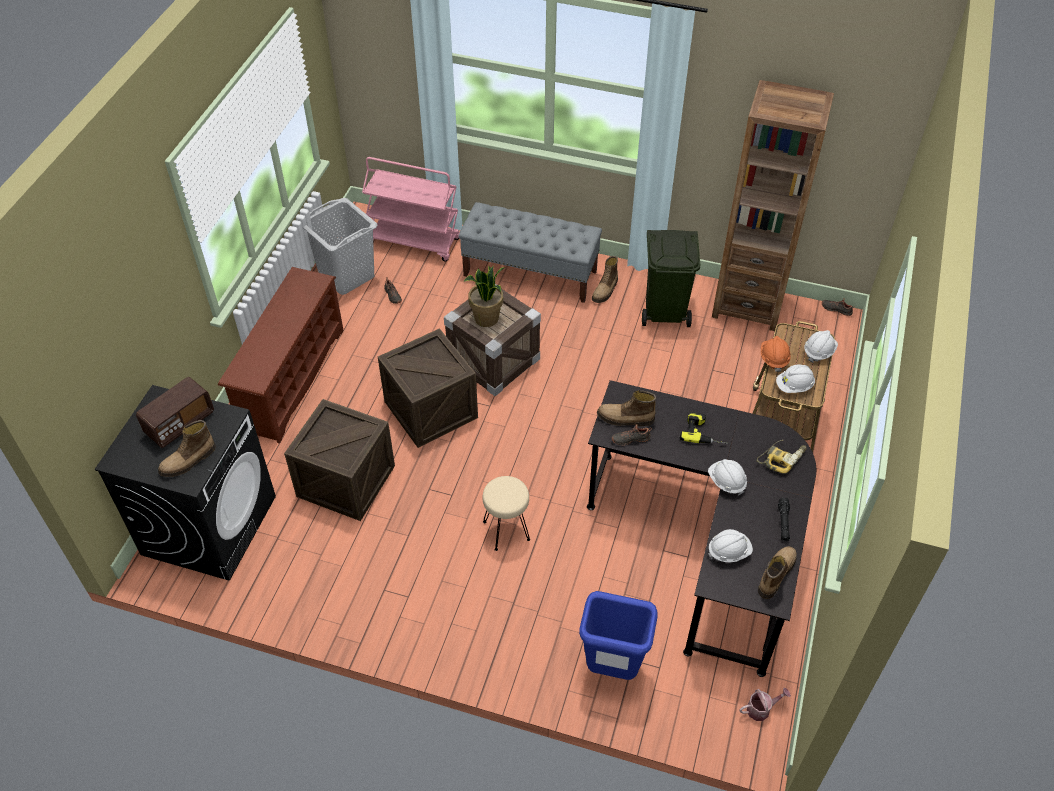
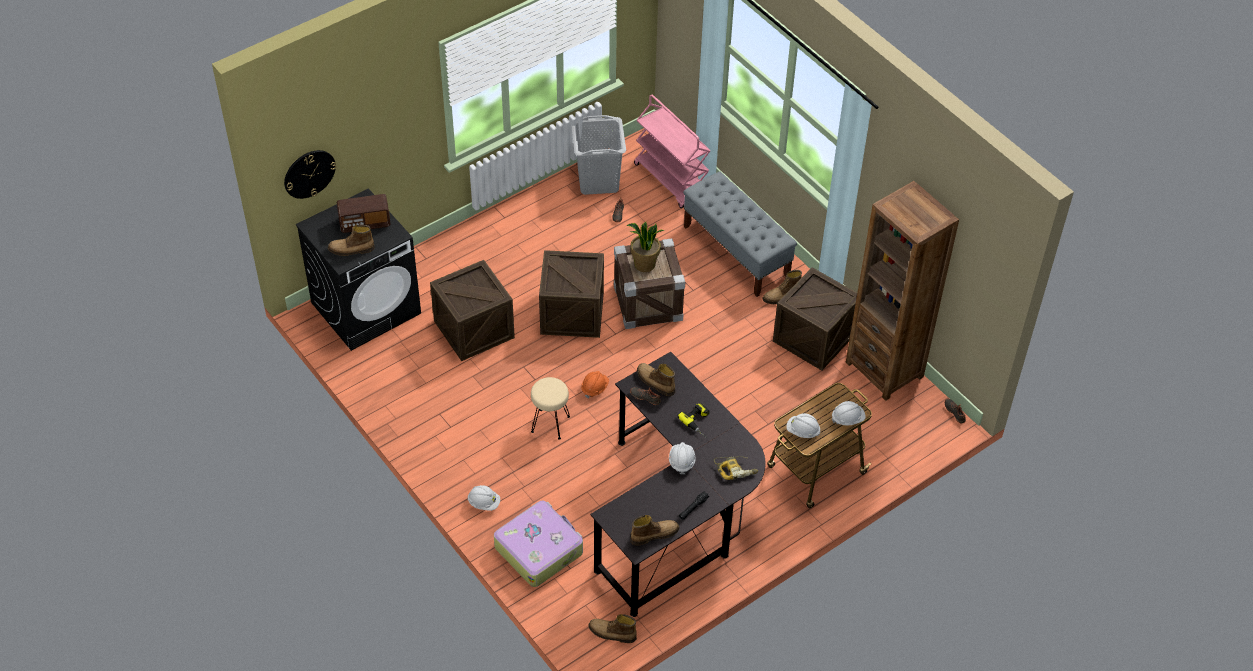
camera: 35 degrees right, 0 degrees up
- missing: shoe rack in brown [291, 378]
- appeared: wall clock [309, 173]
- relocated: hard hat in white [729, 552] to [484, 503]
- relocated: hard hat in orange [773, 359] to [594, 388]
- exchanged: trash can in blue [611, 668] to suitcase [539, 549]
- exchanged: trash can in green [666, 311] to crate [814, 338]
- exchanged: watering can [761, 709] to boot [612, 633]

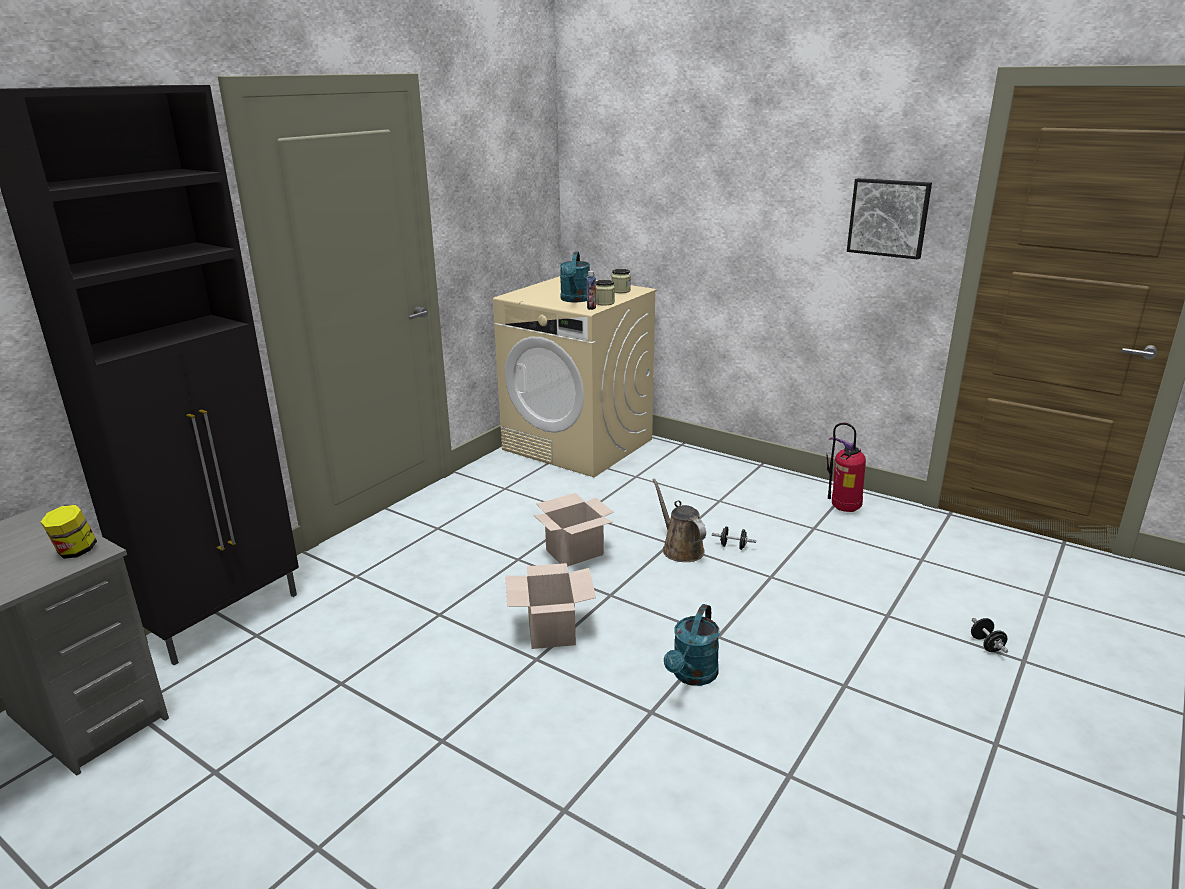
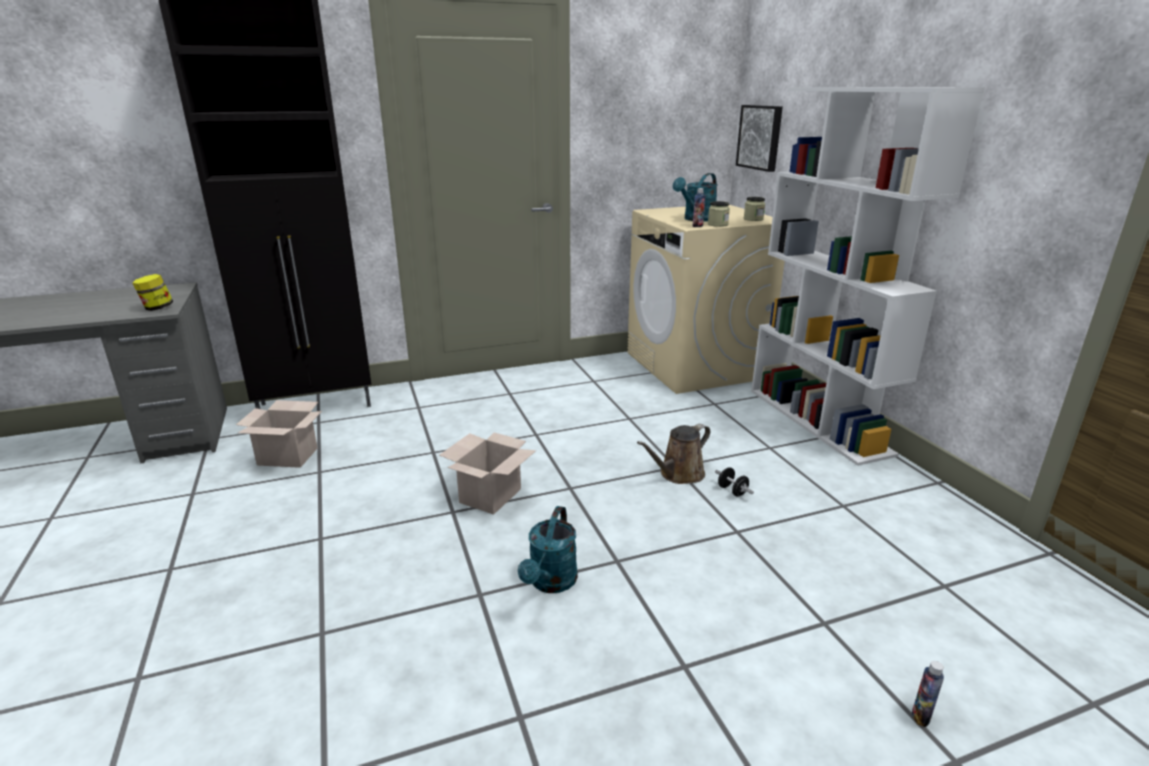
camera: 35 degrees right, 0 degrees up
- missing: fire extinguisher [843, 509]
- appeared: bookcase in white [819, 421]
- relocated: cardboard box [575, 551] to [289, 456]
- relocated: picture [889, 217] to [760, 137]
- exchanged: dumbbell in black [986, 645] to bottle [921, 716]
- spun: watering can in brown [680, 549] = [678, 474] 135 degrees counterclockwise
- spun: watering can in turquoise [692, 676] = [550, 583] 45 degrees counterclockwise

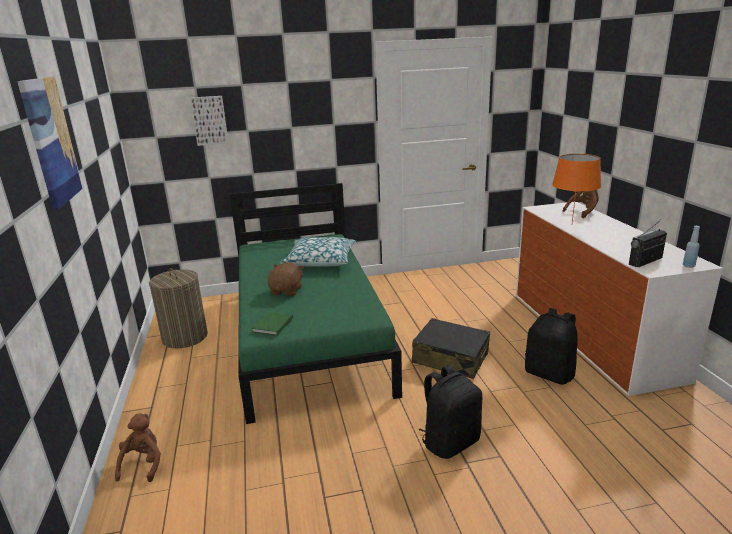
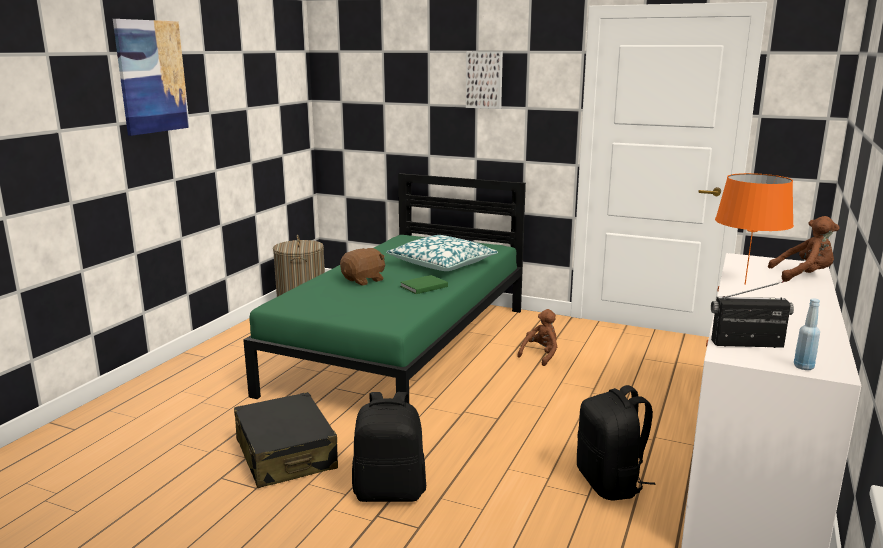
camera: 35 degrees right, 5 degrees down
- relocated: plush toy in brown [143, 464] to [540, 355]
- relocated: picture [209, 120] to [484, 80]
- relocated: book in green [271, 325] to [422, 286]
- relocated: suitcase in black [450, 358] to [286, 454]

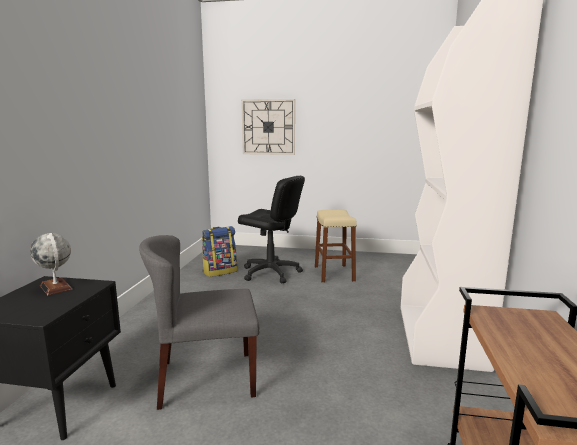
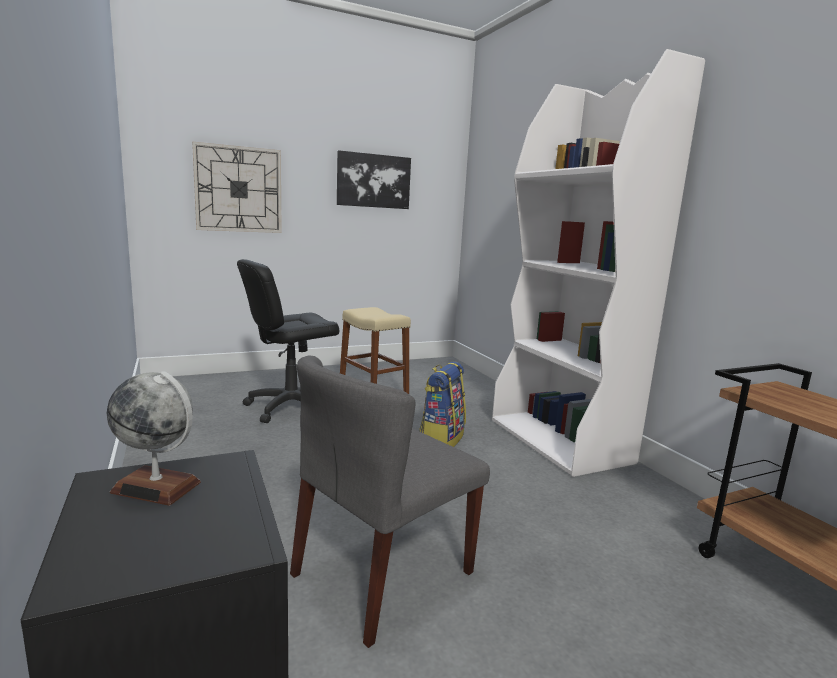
camera: 35 degrees left, 0 degrees up
- appeared: picture [373, 181]
- relocated: backpack [220, 271] to [441, 439]
- spun: office chair in black [271, 273] = [290, 407] 150 degrees clockwise

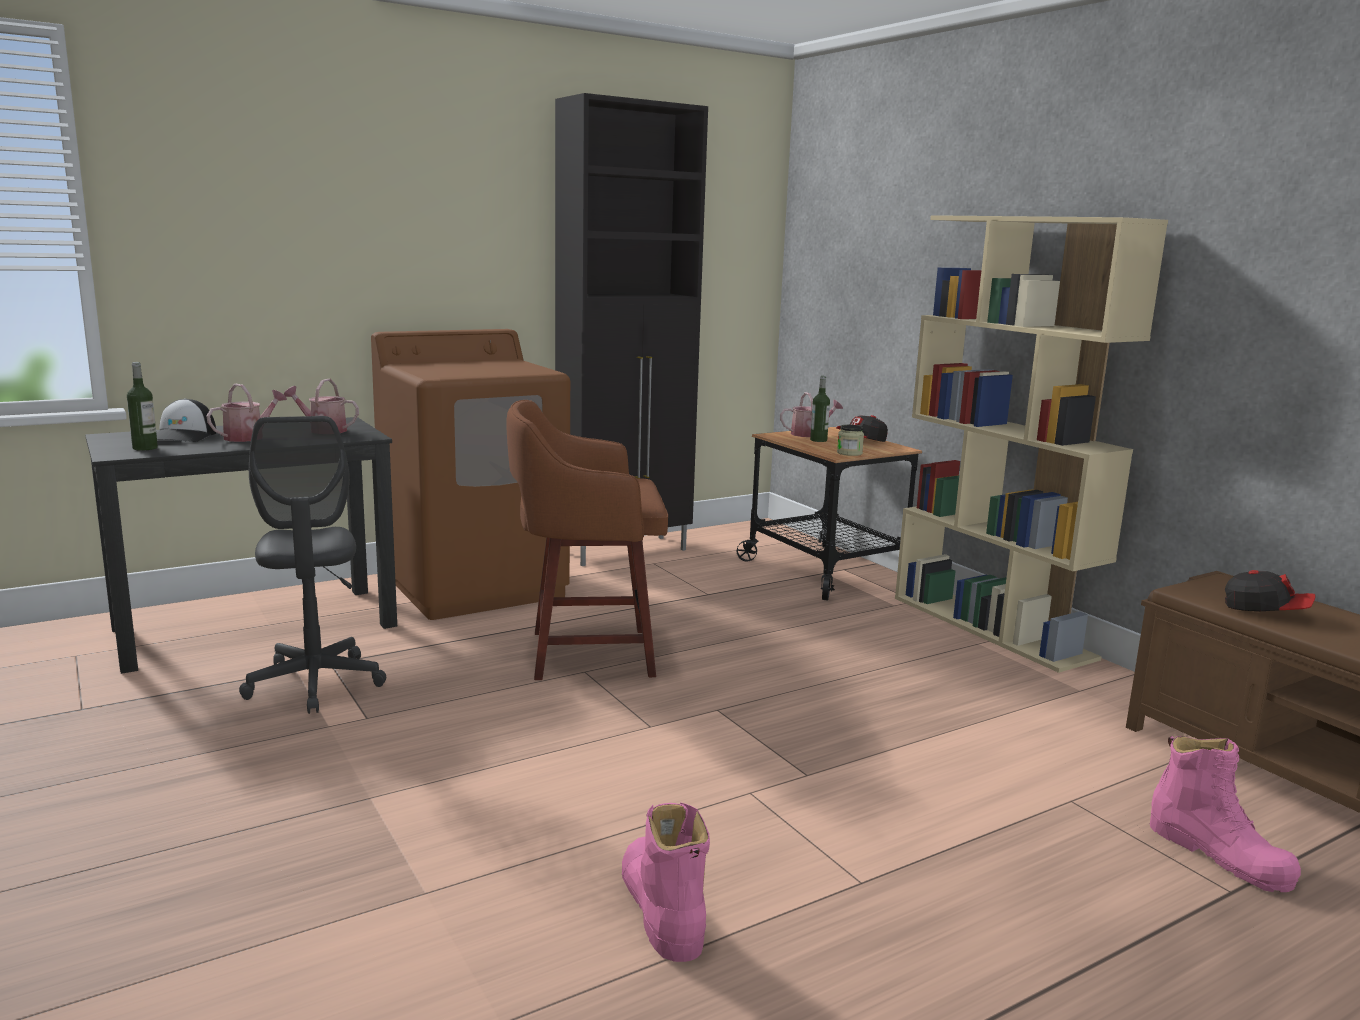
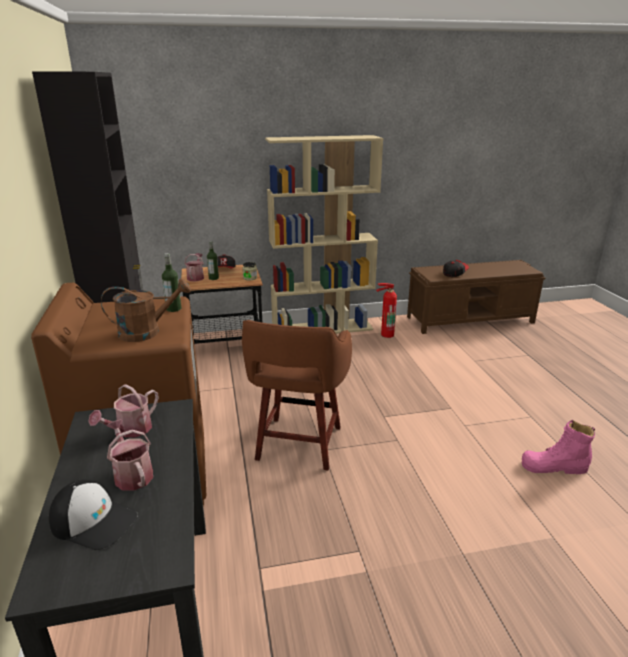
camera: 70 degrees left, 10 degrees up
- missing: office chair in grey [315, 684]
- missing: boot in pink [1219, 854]
- appeared: watering can in brown [147, 332]
- appeared: fire extinguisher [386, 334]
- relocated: bottle [145, 448] to [173, 309]

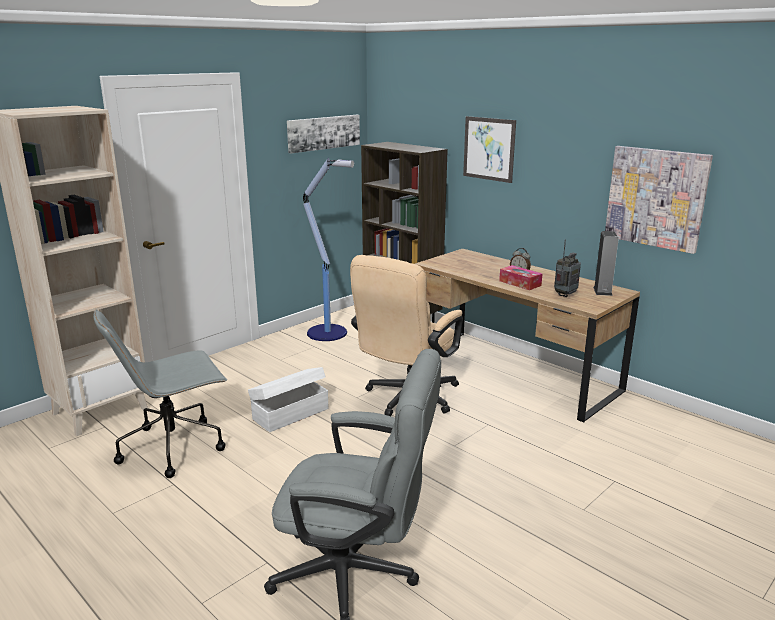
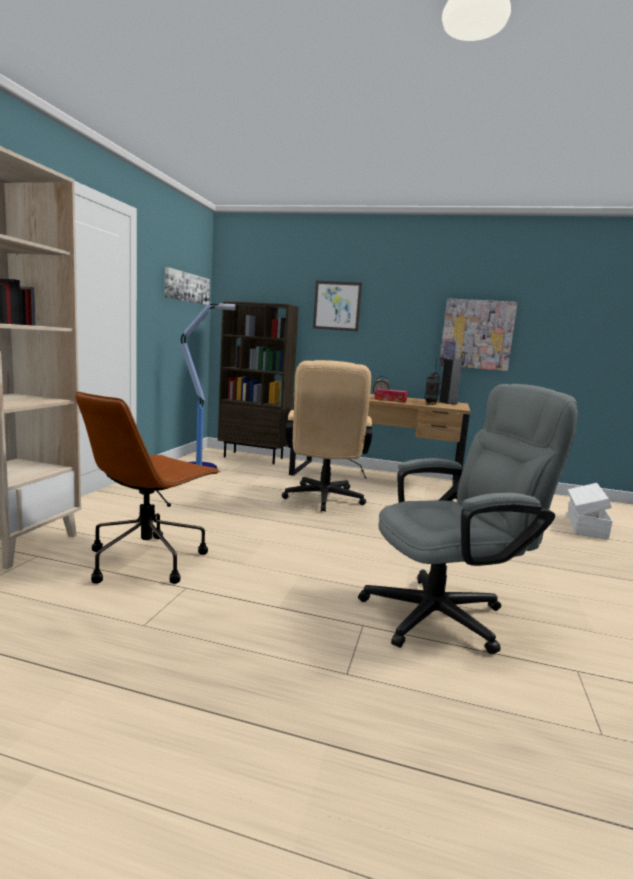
camera: 30 degrees left, 10 degrees down
- relocated: storage box in white [289, 414] to [585, 526]
- colour: office chair in grey [174, 447] to office chair in brown [147, 559]

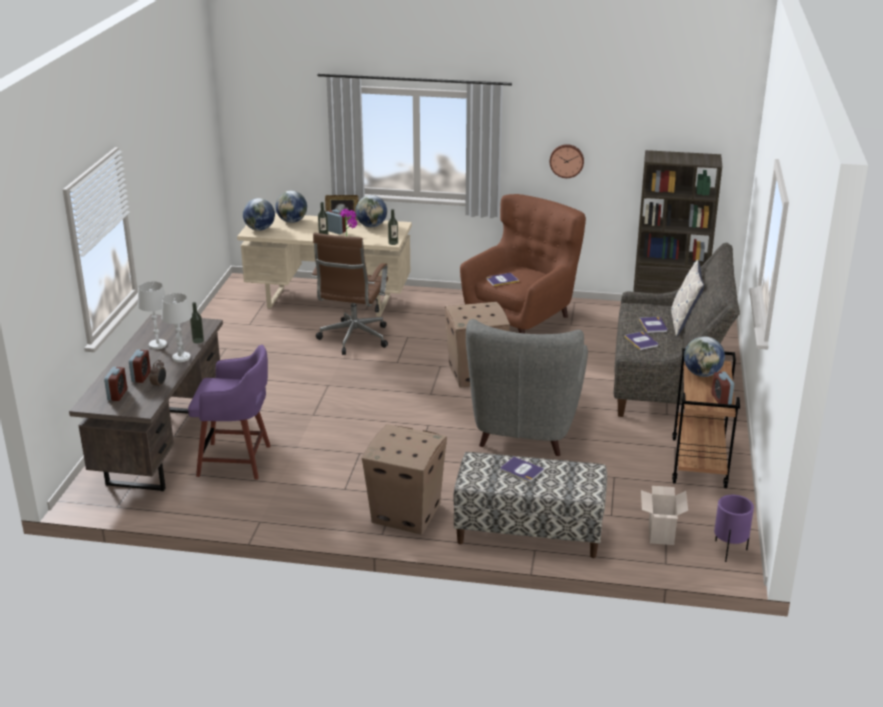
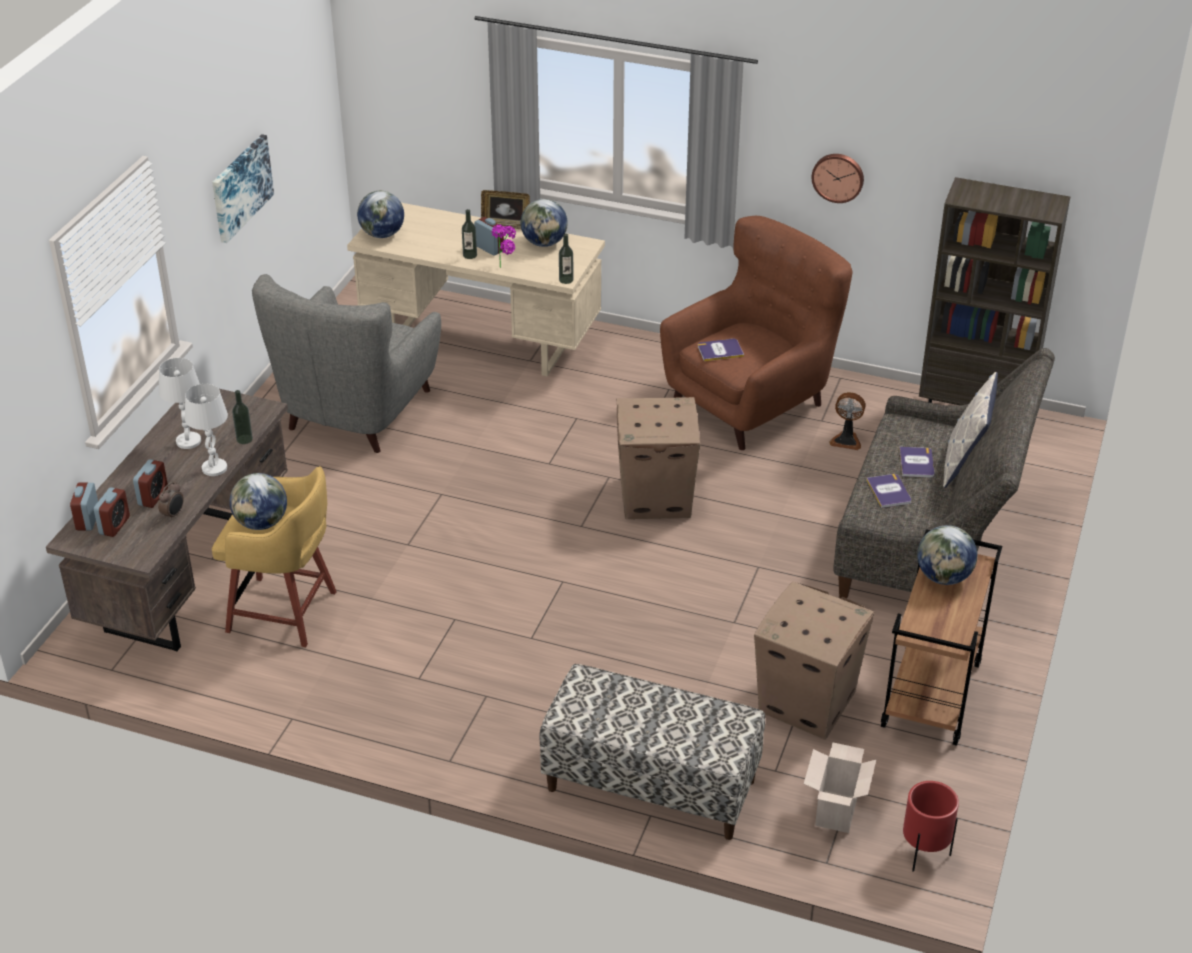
camera: 10 degrees right, 10 degrees up
- missing: office chair in brown [353, 339]
- missing: book [521, 470]
- appeared: picture [240, 187]
- appeared: fan [846, 440]
- relocated: globe [292, 221] to [261, 523]
- relocated: cardboard box [405, 513] to [805, 701]
- relocated: armchair in grey [525, 430] to [357, 412]
- relocated: alarm clock [721, 399] to [88, 520]
- colour: stool in purple [237, 461] to stool in yellow [285, 613]
- colour: planter in purple [729, 551] to planter in red [924, 854]

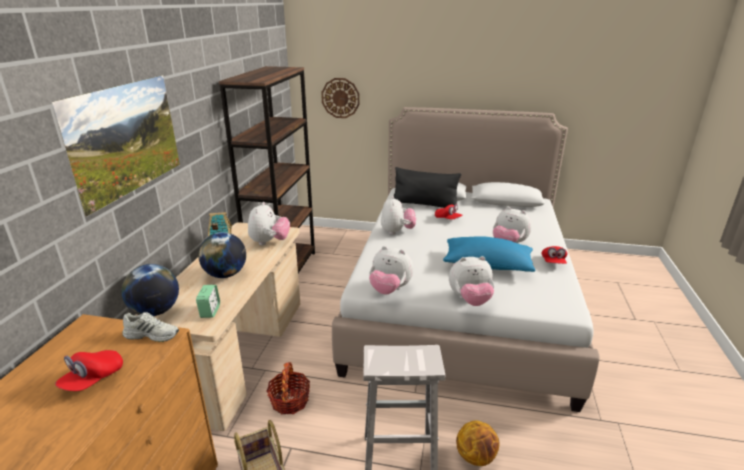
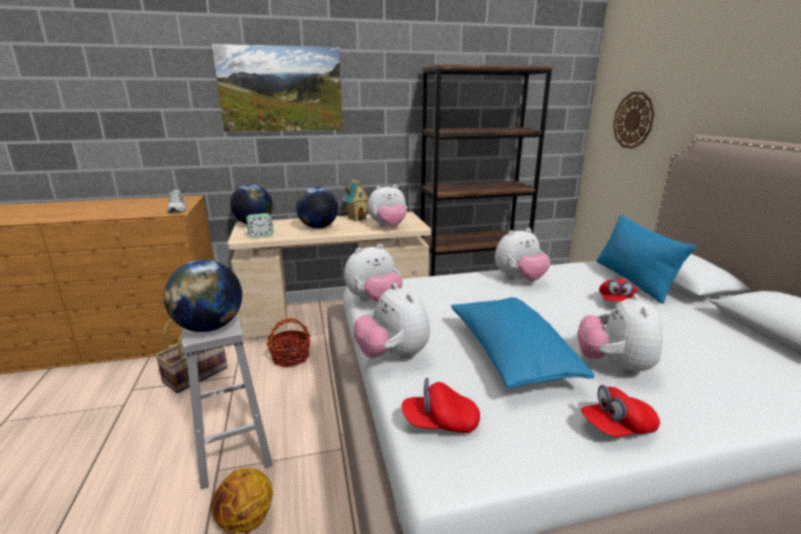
camera: 65 degrees right, 5 degrees down
- appeared: globe [209, 327]
- relocated: cap in red [93, 379] to [440, 423]
- colour: pillow in black [424, 204] to pillow in blue [632, 280]
- spun: plush toy [390, 290] = [374, 301] 120 degrees counterclockwise

